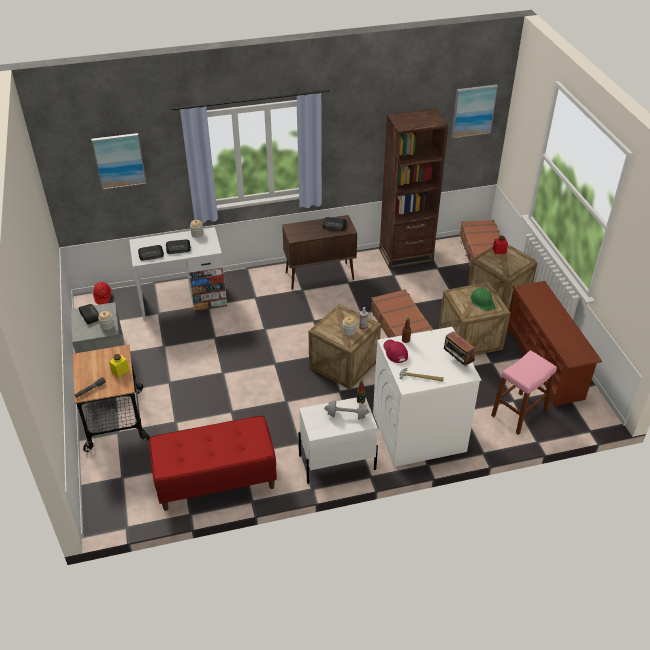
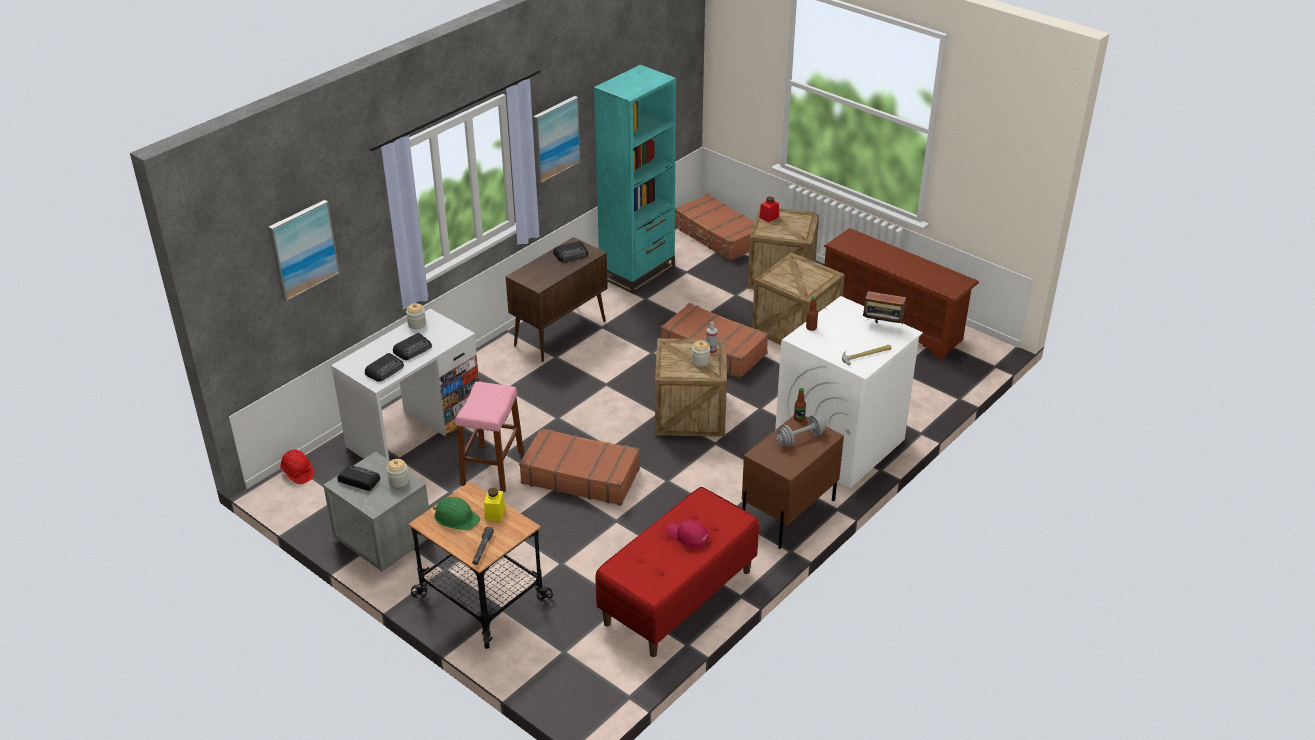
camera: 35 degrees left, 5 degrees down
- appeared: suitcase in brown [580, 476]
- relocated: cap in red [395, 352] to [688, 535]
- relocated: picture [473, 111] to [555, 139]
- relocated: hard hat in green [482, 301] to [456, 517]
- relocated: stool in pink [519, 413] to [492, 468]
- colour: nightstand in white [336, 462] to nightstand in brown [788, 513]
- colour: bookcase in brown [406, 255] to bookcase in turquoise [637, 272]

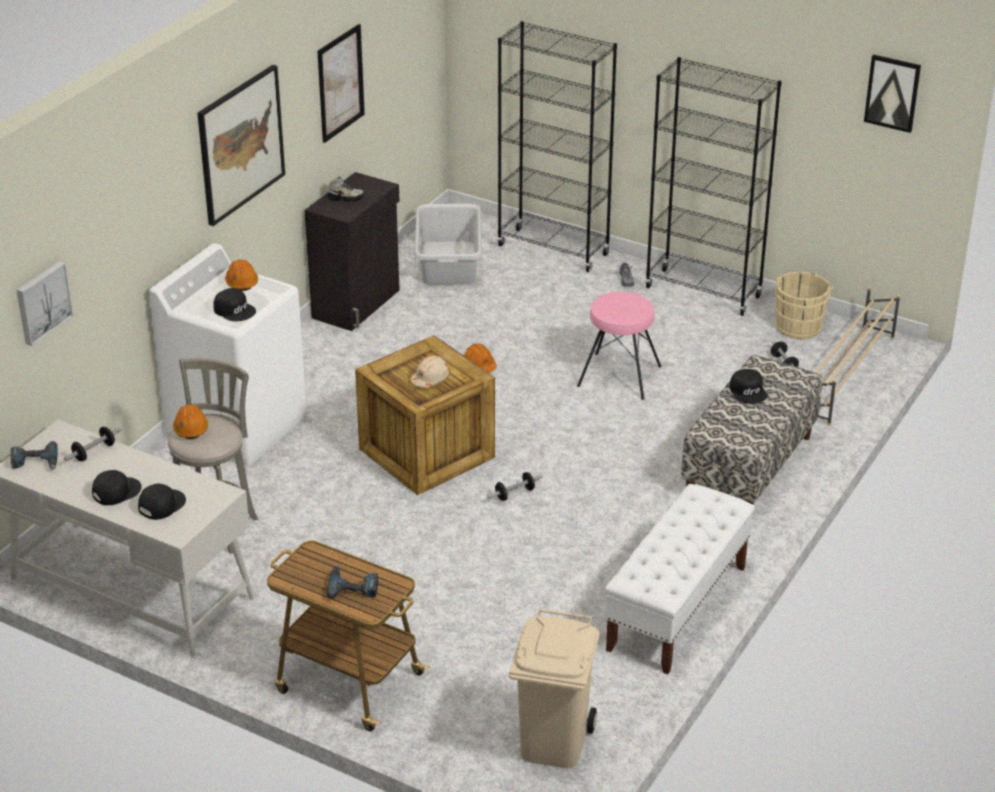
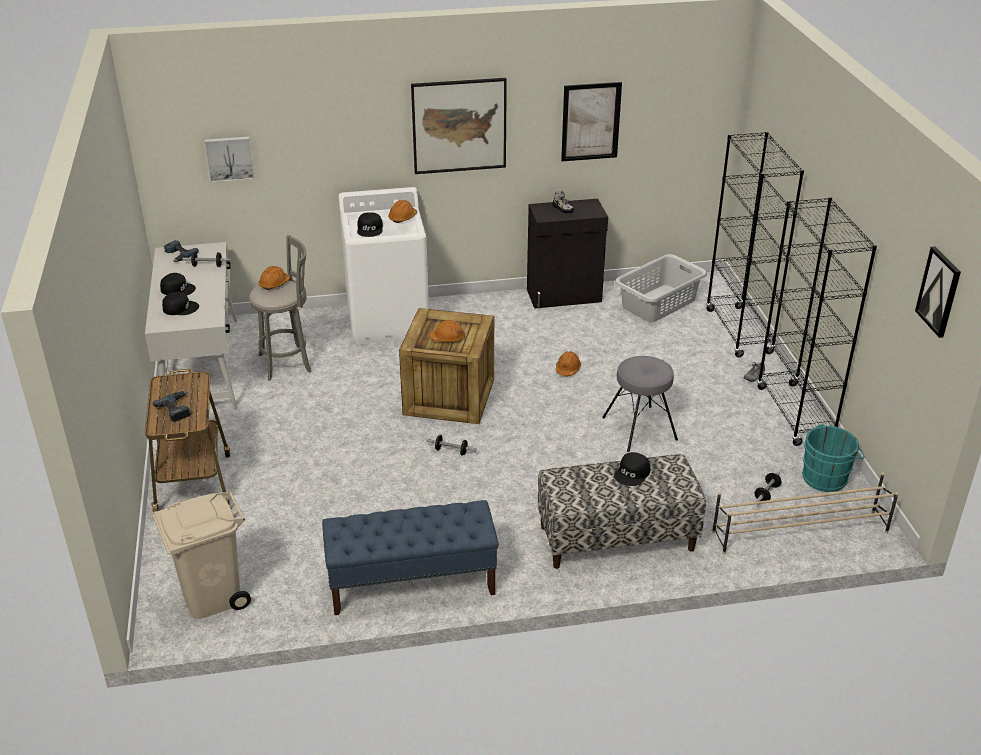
camera: 50 degrees right, 0 degrees up
- colour: hard hat in beige [431, 379] to hard hat in orange [448, 338]
- colour: stool in pink [619, 375] to stool in grey [640, 428]
- colour: bench in white [677, 608] to bench in blue [411, 584]
- colour: bucket in beige [799, 325] to bucket in turquoise [827, 477]

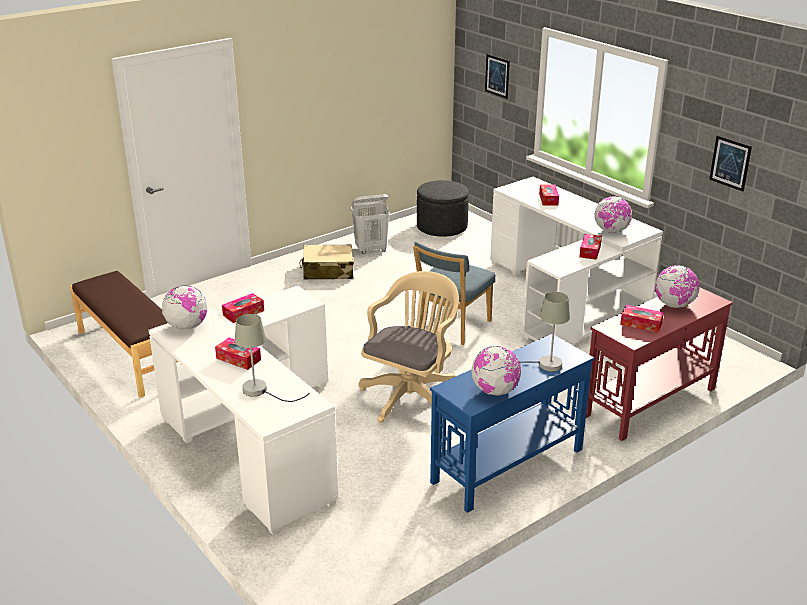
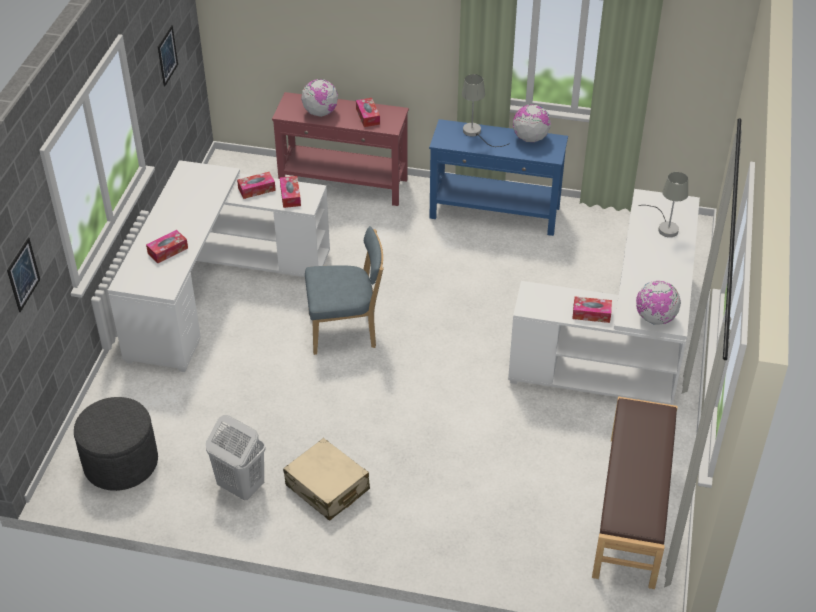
camera: 130 degrees left, 15 degrees up
- missing: office chair in beige [412, 395]
- missing: globe [611, 231]
- relocated: tissue box [238, 359] to [290, 196]

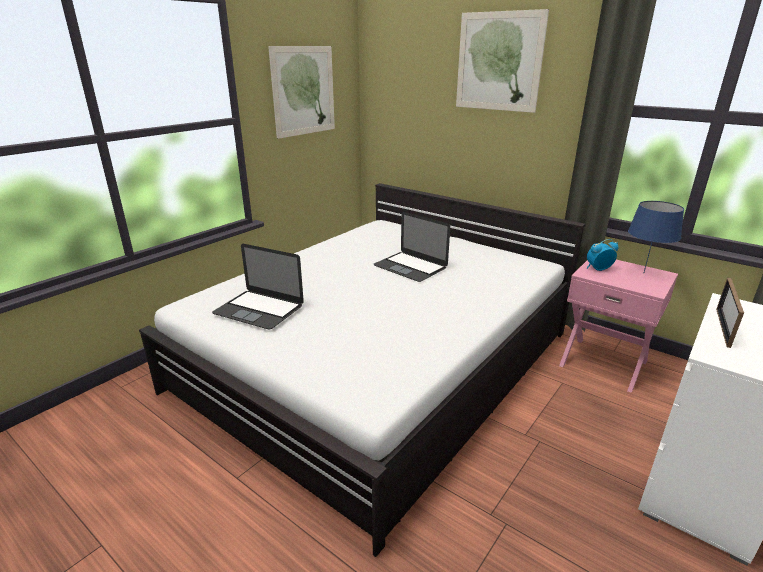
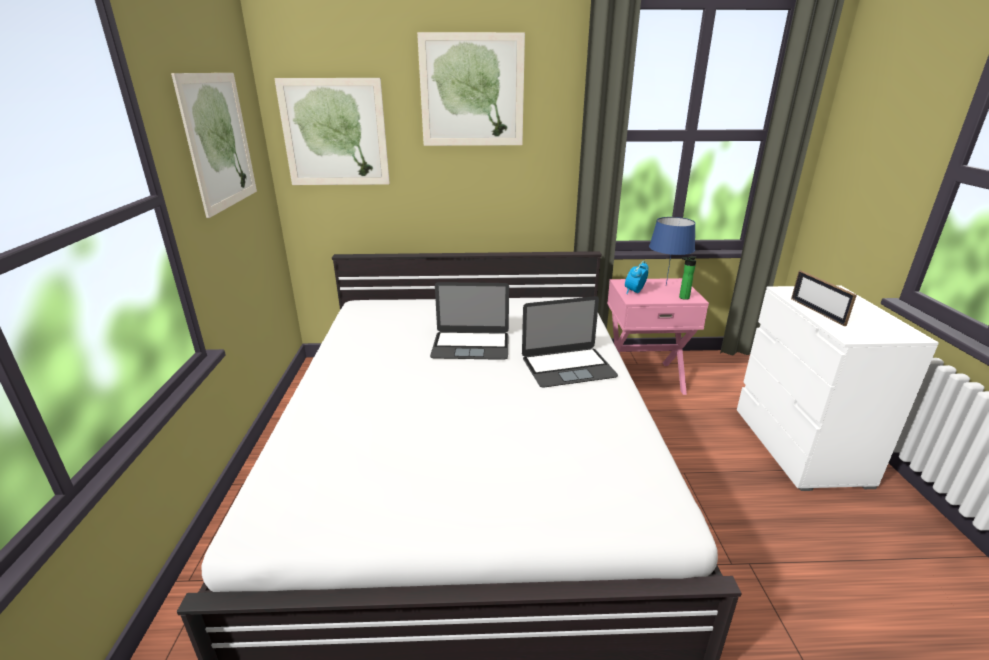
camera: 40 degrees left, 0 degrees up
- appeared: picture [334, 133]
- appeared: bottle [682, 298]
- relocated: laptop [259, 309] to [568, 367]

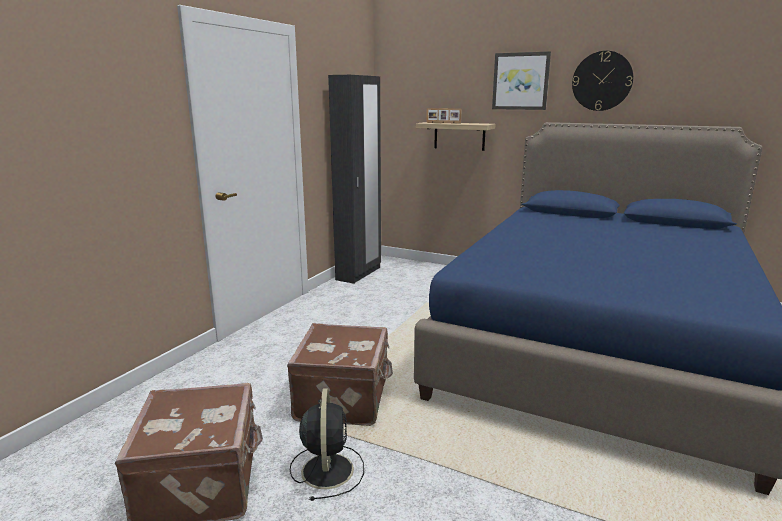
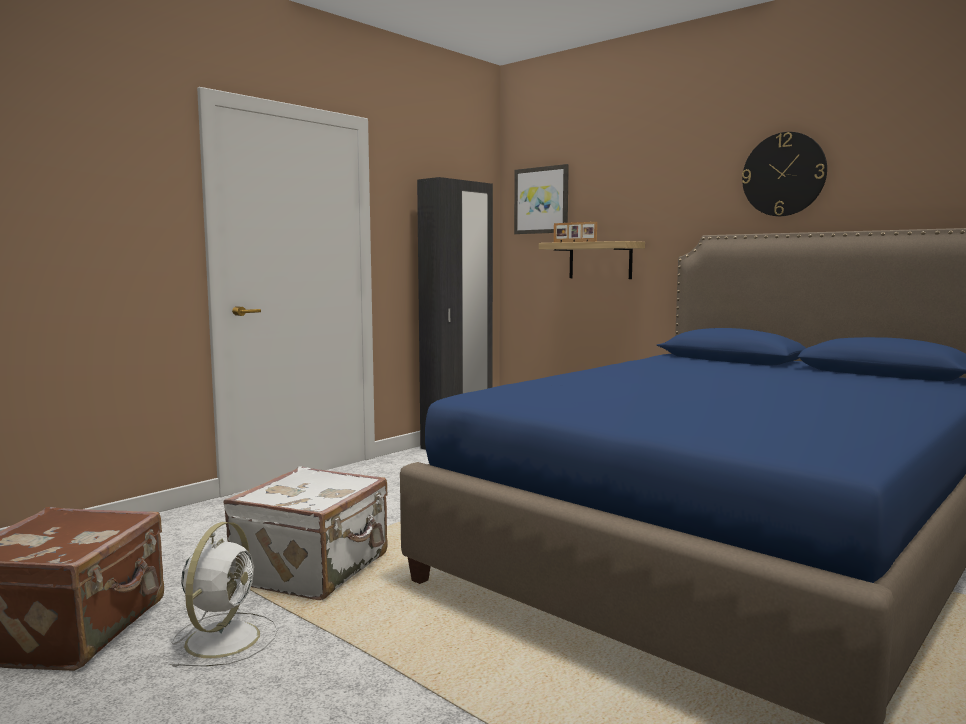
camera: 15 degrees right, 10 degrees down
- relocated: picture [520, 81] to [541, 200]
- colour: suitcase in brown [344, 399] to suitcase in white [314, 570]
- colour: fan in black [327, 469] to fan in white [224, 638]

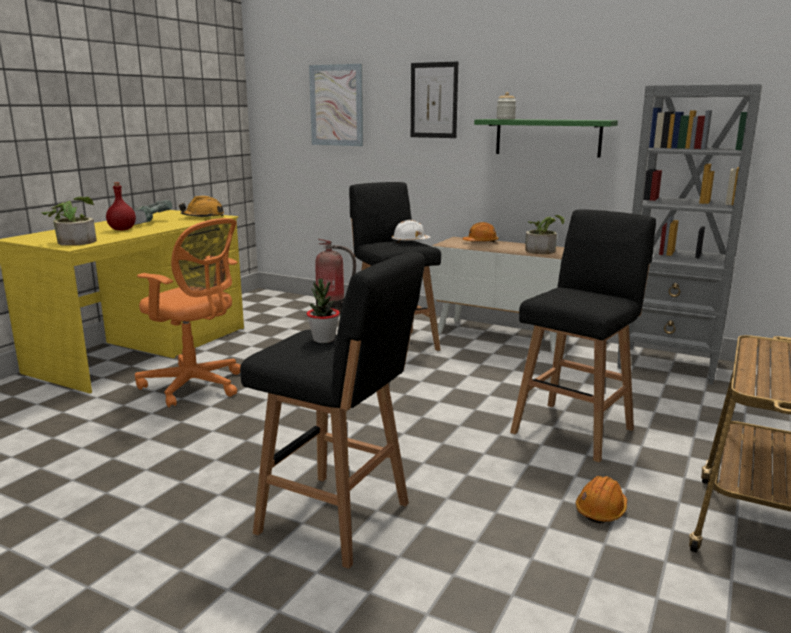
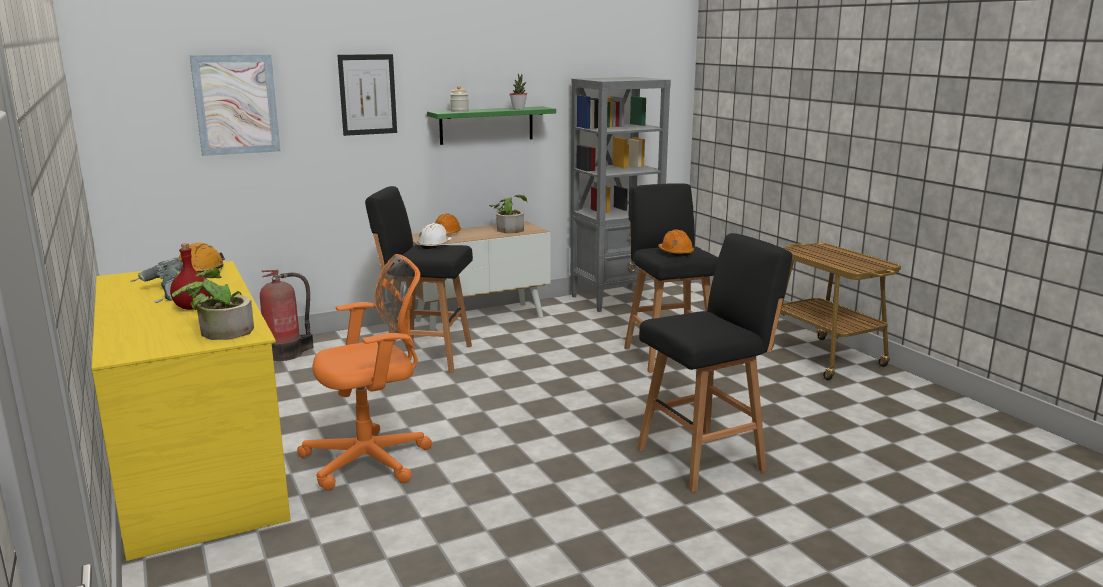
camera: 55 degrees left, 0 degrees up
- relocated: potted plant [324, 340] to [518, 109]
- relocated: hard hat in orange [601, 510] to [675, 253]

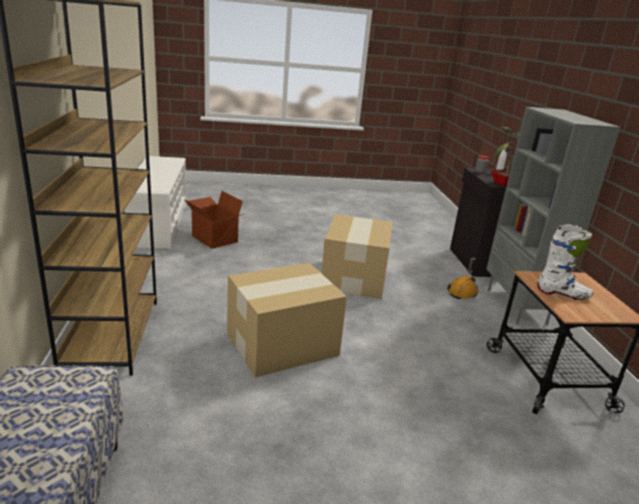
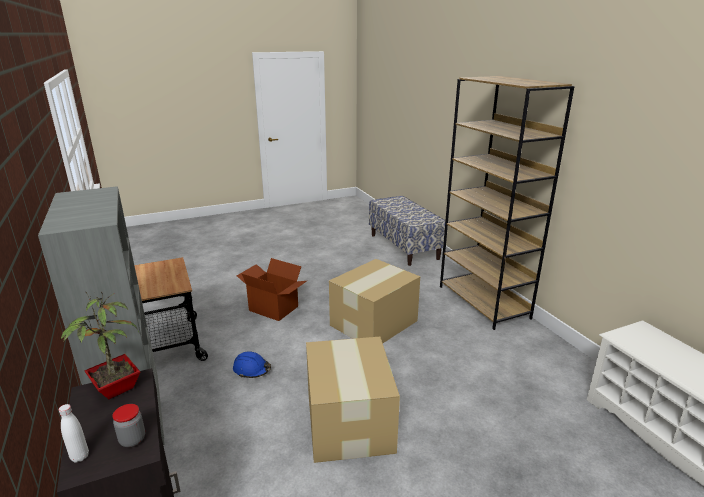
camera: 165 degrees right, 0 degrees up
- missing: hard hat in orange [462, 292]
- missing: boot in white [563, 294]
- appeared: hard hat in blue [252, 370]
- relocated: cardboard box [214, 239] to [274, 308]

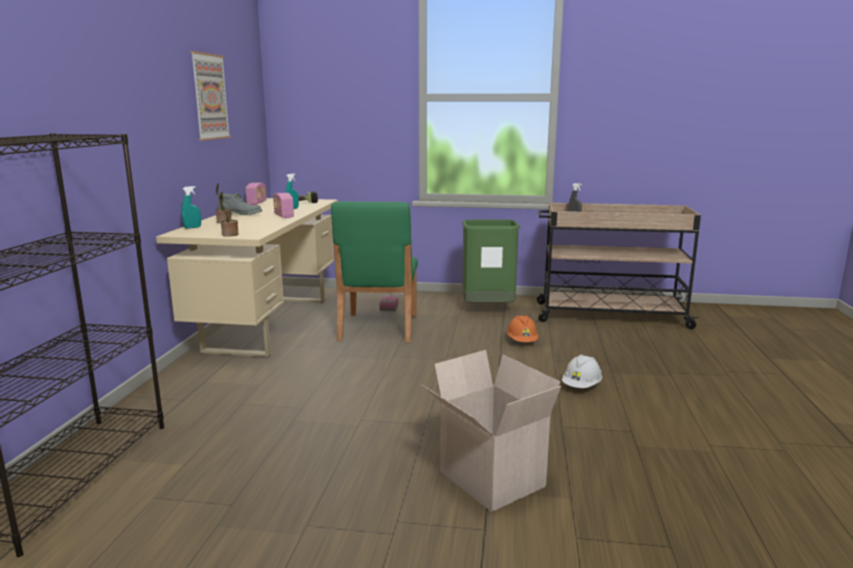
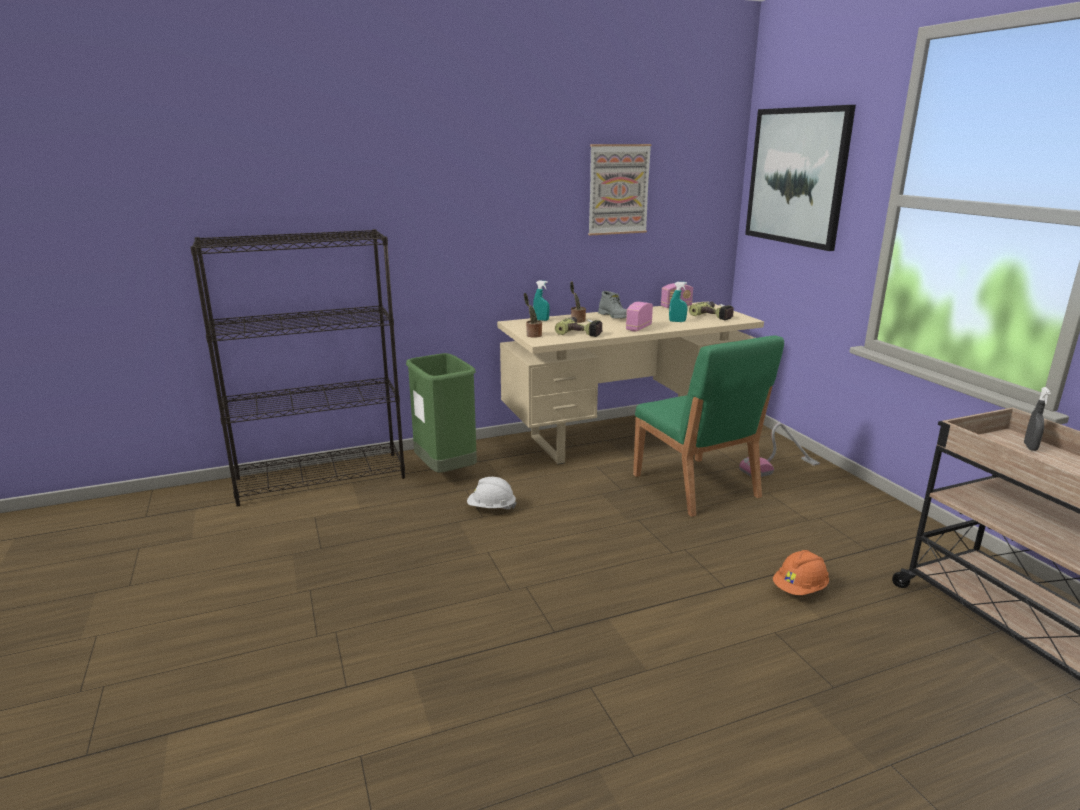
camera: 60 degrees right, 5 degrees up
- missing: cardboard box [488, 479]
- appeared: power drill [581, 332]
- appeared: picture [796, 176]
- relocated: trash can in green [488, 309] to [446, 472]
- relocated: hard hat in white [581, 386] to [491, 508]
- spun: chair in green [378, 328] = [696, 486] 90 degrees counterclockwise

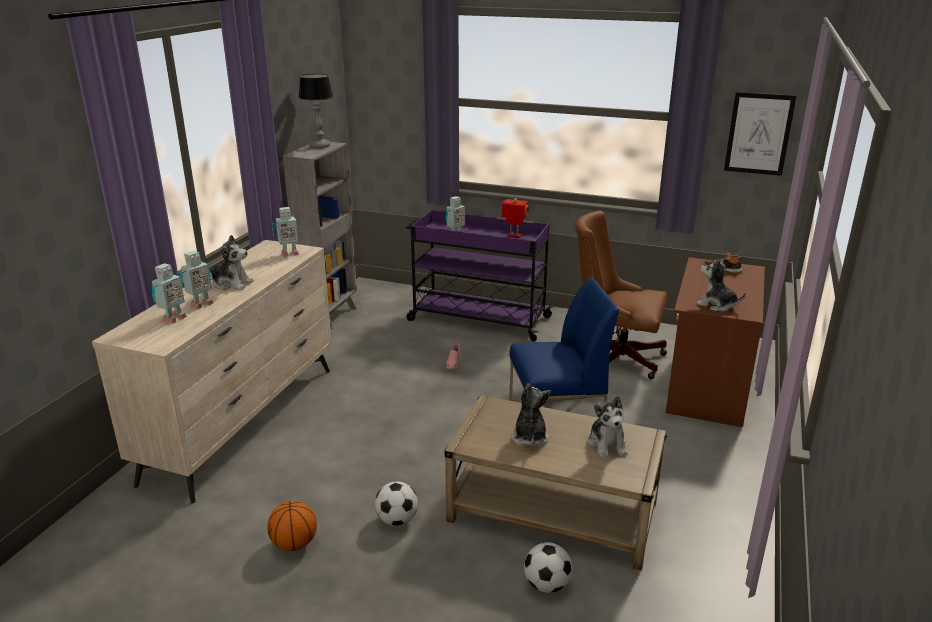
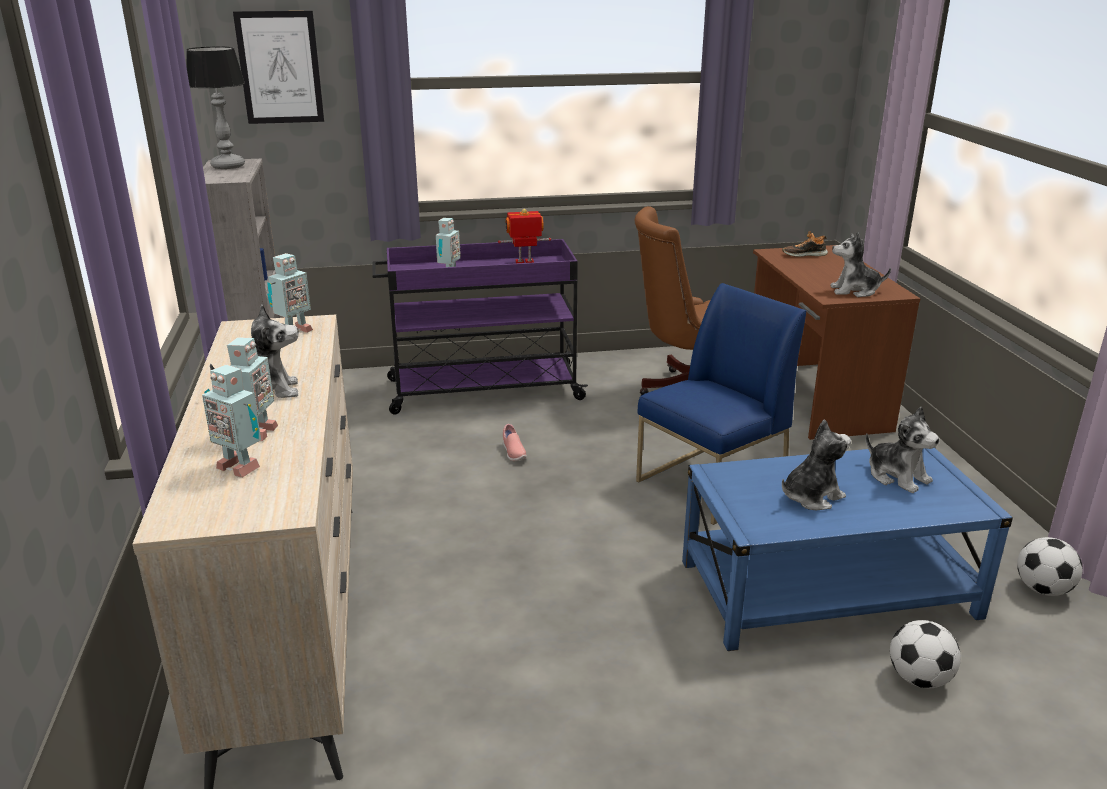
camera: 30 degrees left, 0 degrees up
- missing: basketball [294, 544]
- relocated: football [397, 520] to [1042, 589]
- relocated: picture [759, 134] to [280, 68]
- colour: coffee table in beige [553, 511] to coffee table in blue [827, 590]
- spun: toy robot [173, 319] = [240, 466] 120 degrees clockwise
- spun: plush toy [529, 437] = [811, 496] 90 degrees clockwise

